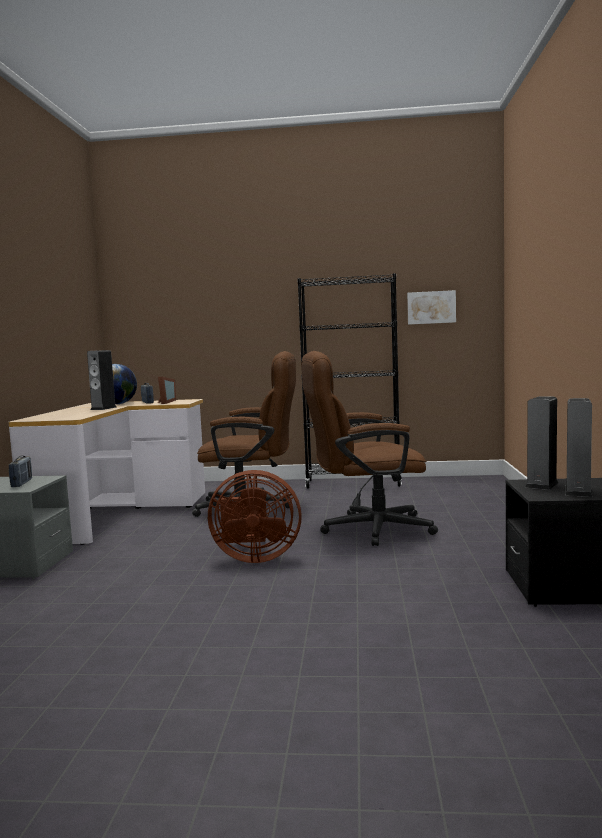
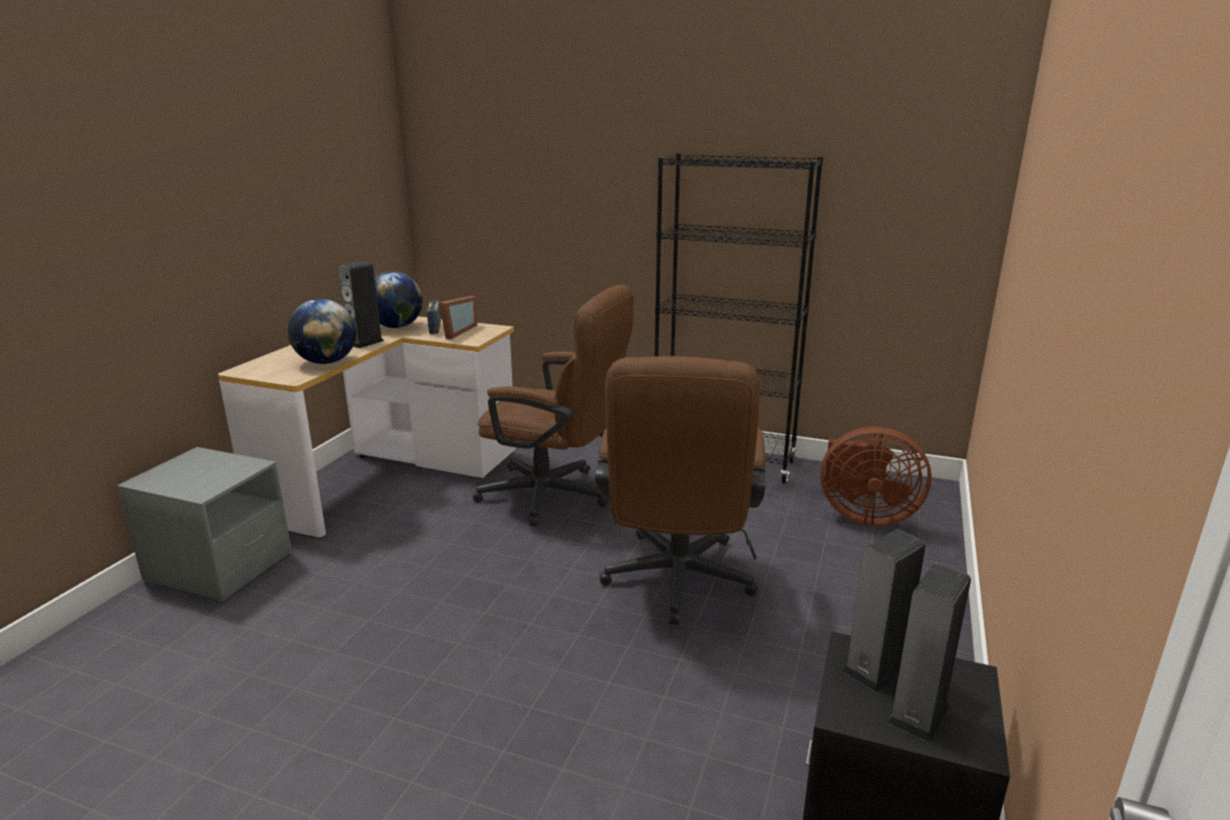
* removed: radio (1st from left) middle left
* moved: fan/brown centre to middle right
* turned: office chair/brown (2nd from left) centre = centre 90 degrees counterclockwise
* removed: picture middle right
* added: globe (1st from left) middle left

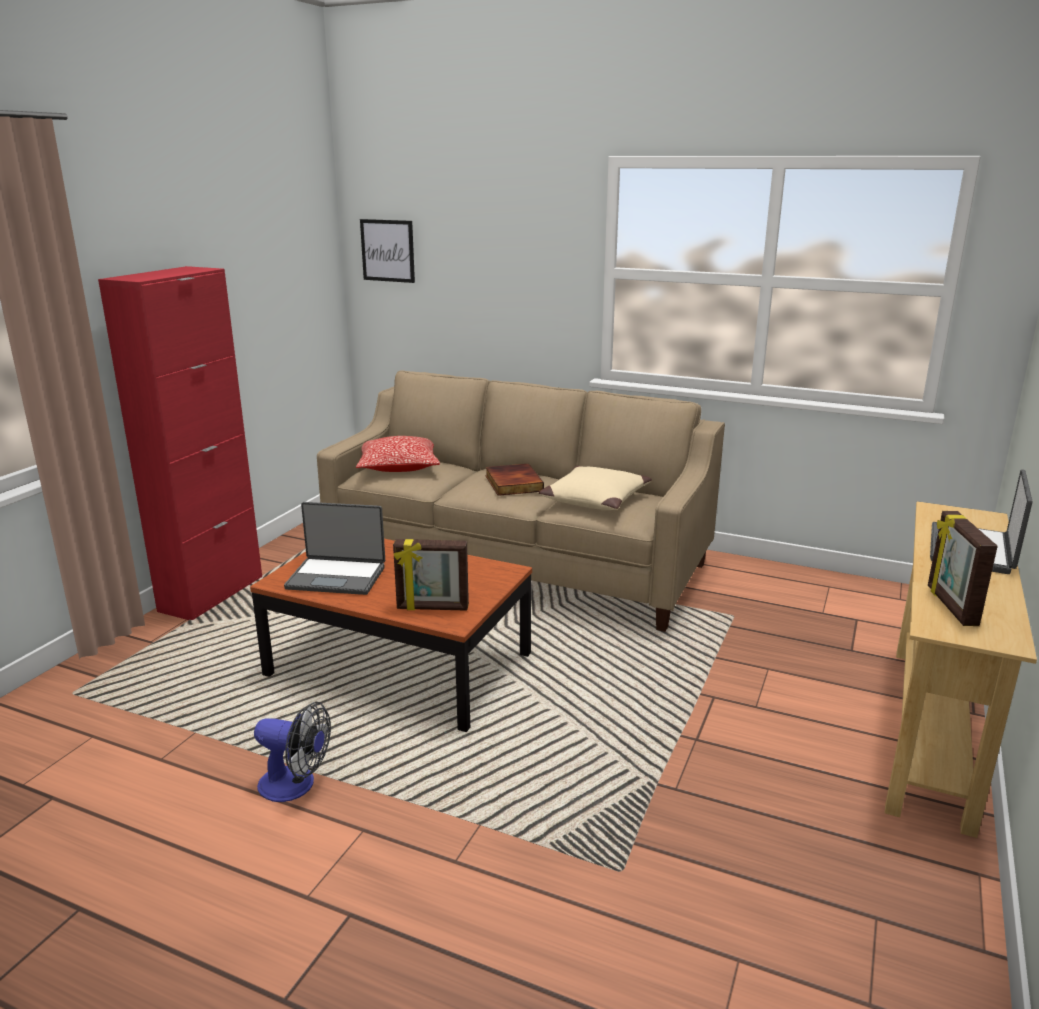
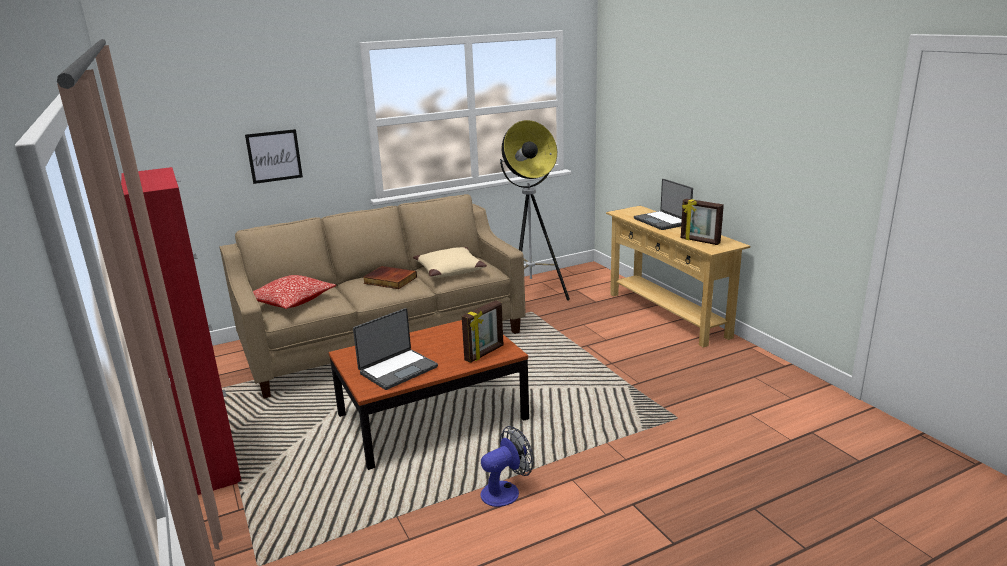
* moved: picture top centre to top left
* added: floor lamp centre

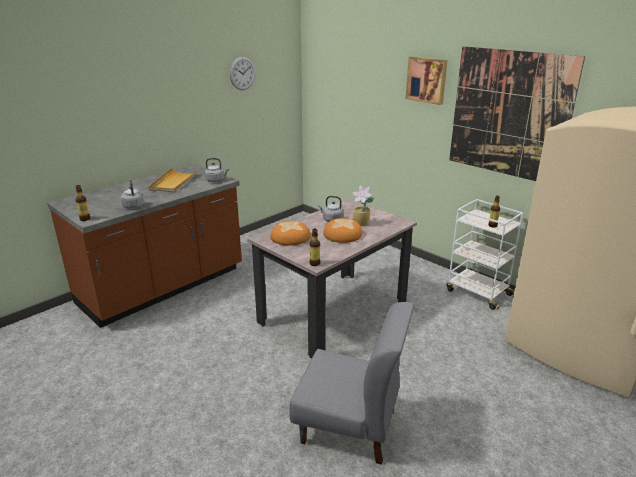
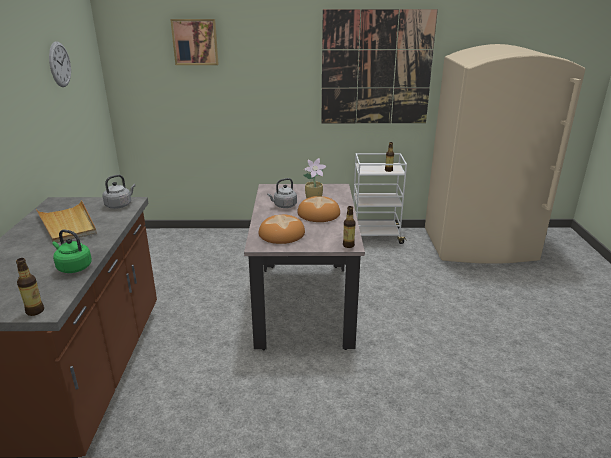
* recoloured: kettle/grey (1st from left) middle left to kettle/green middle left
* removed: chair/grey bottom centre
* moved: picture (1st from left) top right to top left

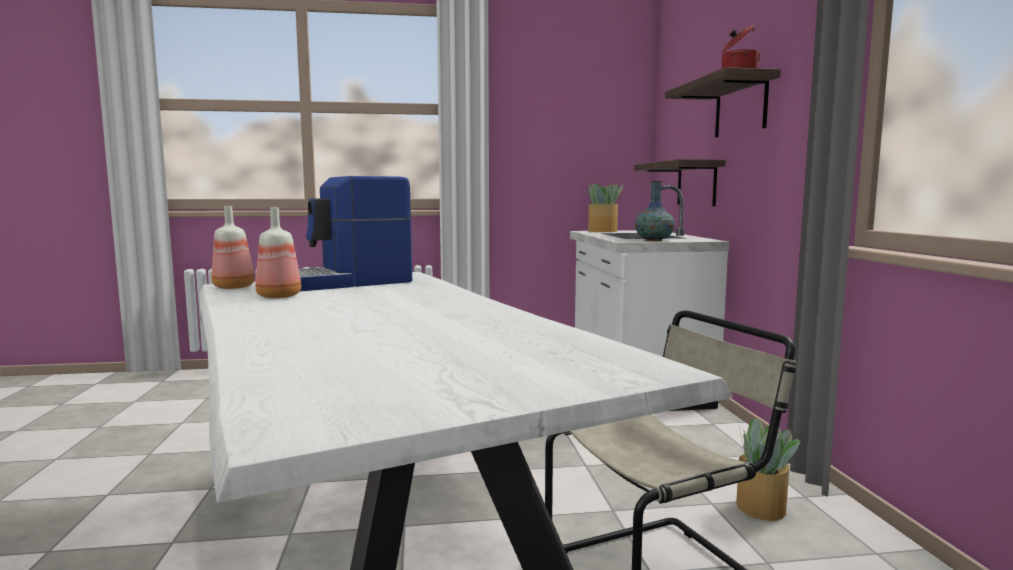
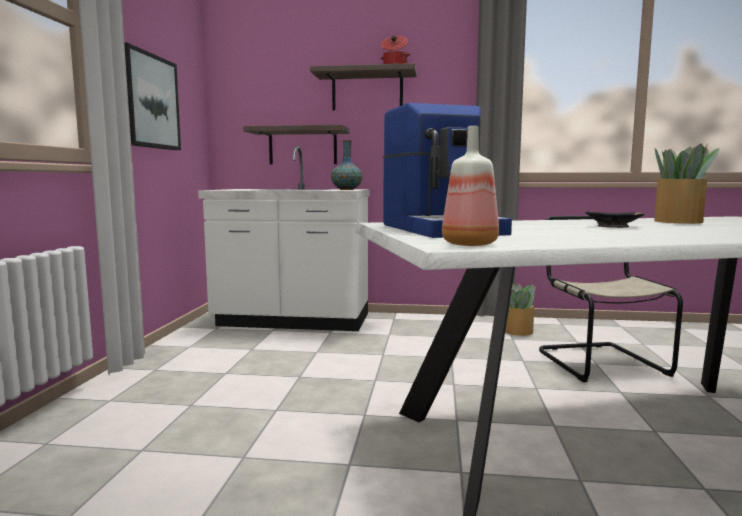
* removed: bottle (2nd from left) middle left
* moved: potted plant (1st from left in the first image) centre to potted plant (2nd from left) middle right
* added: picture top left
* added: bowl/black middle right

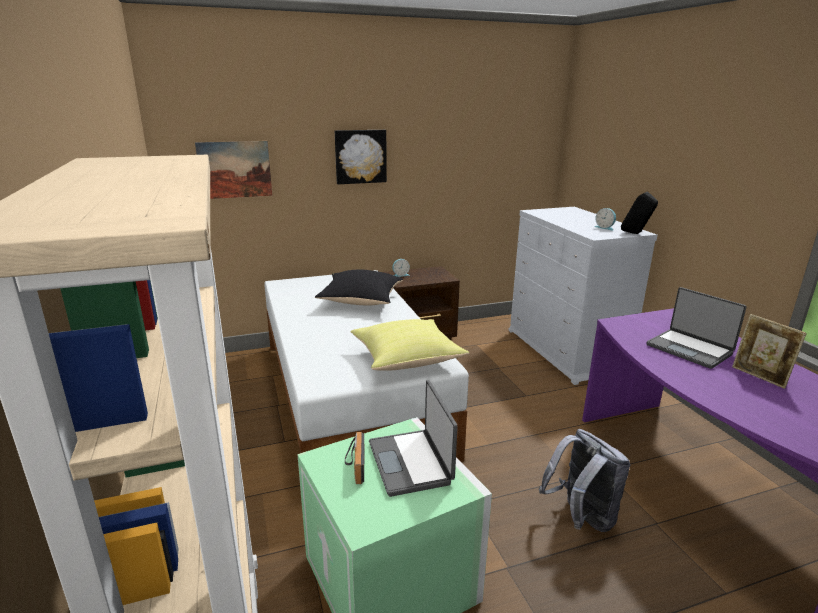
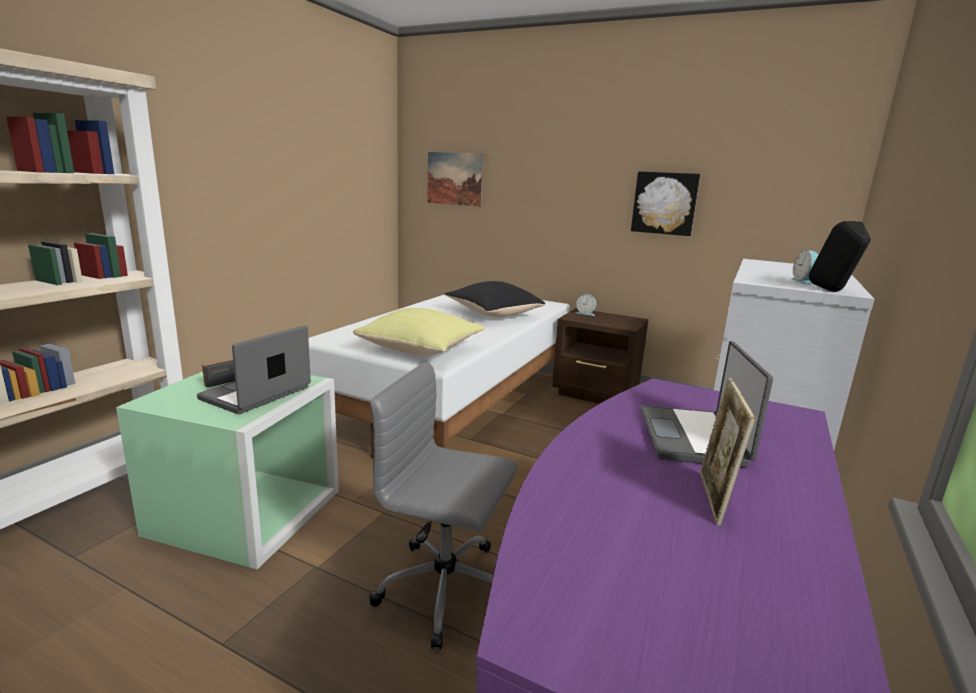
* moved: picture (2nd from left) top centre to top right
* replaced: backpack/grey bottom right to office chair/grey bottom centre

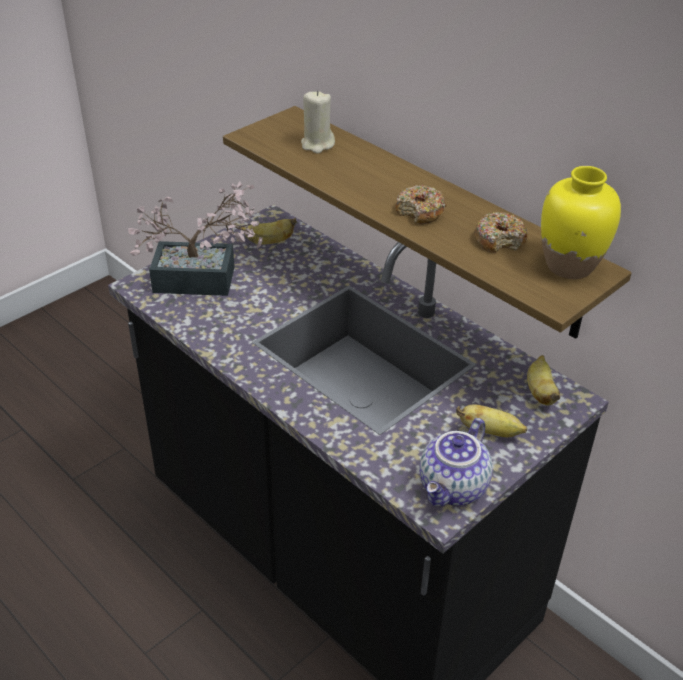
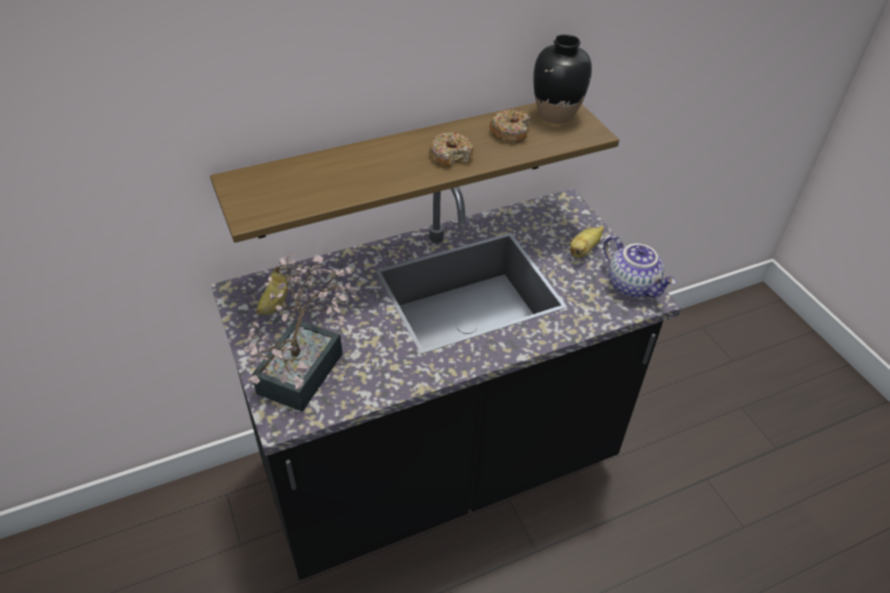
* removed: candle/beige top centre
* removed: banana (3rd from left) middle right
* recoloured: vase/yellow top right to vase/black top centre

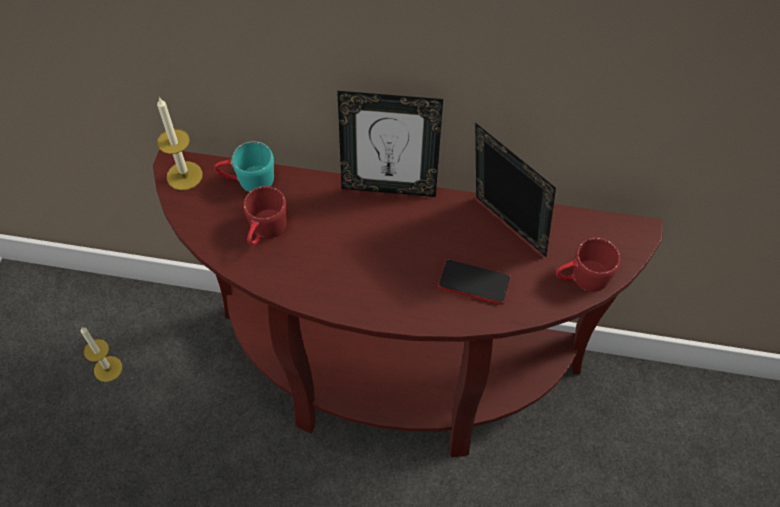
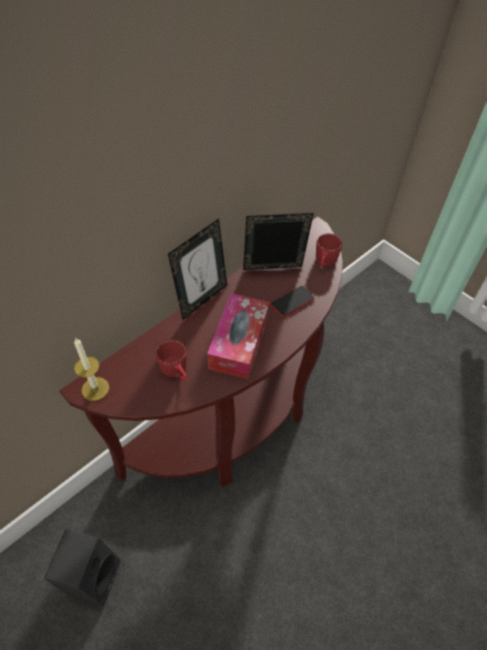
* replaced: candle (1st from left) bottom left to speaker/black bottom left
* removed: mug/turquoise top left
* added: tissue box centre

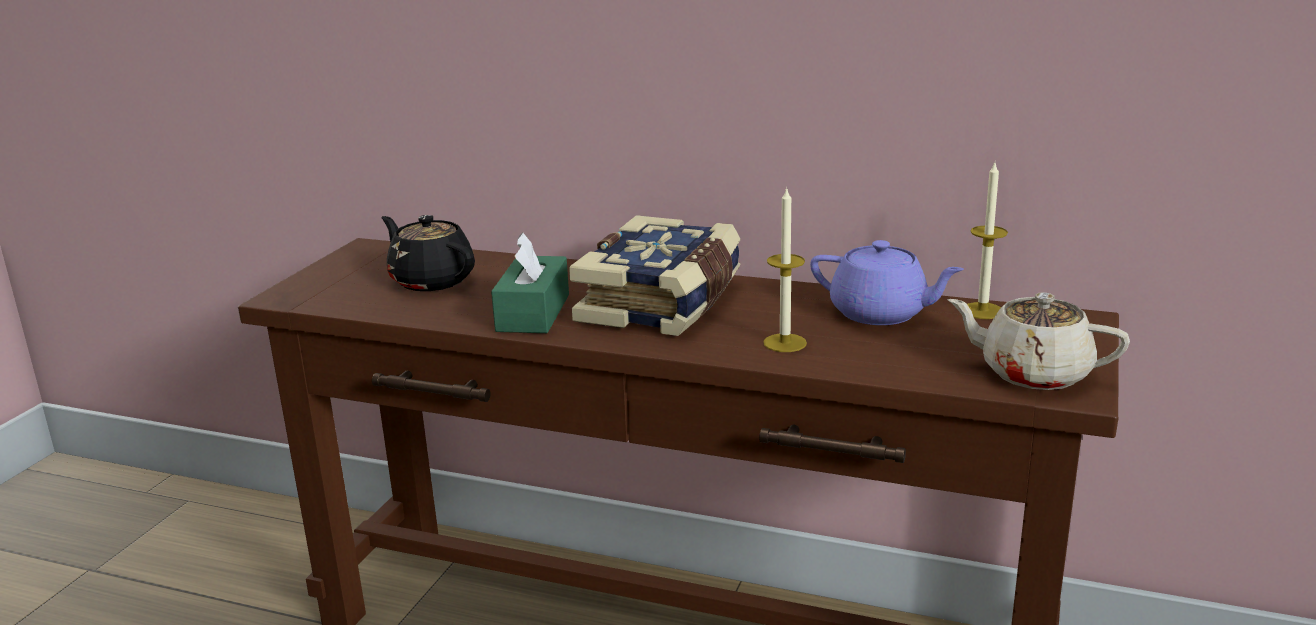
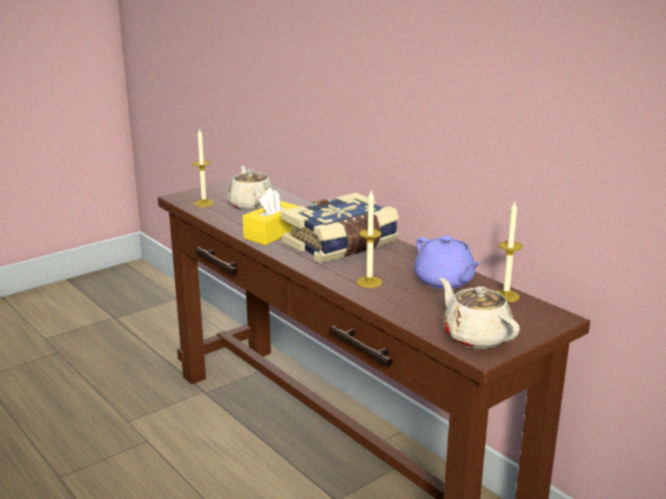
* recoloured: teapot/black middle left to teapot/beige (1st from left) centre
* recoloured: tissue box/green centre to tissue box/yellow centre
* added: candle (1st from left) middle left

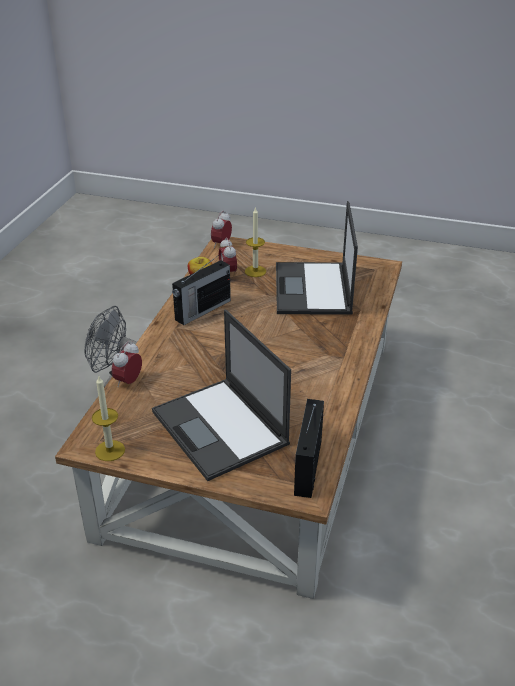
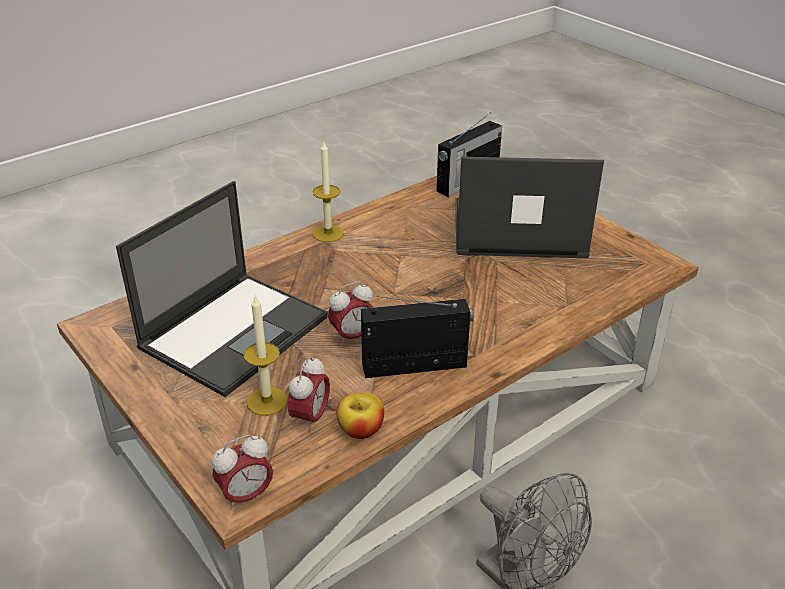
* moved: candle (1st from left in the first image) middle left to candle (2nd from left) top centre
* moved: alarm clock (1st from left in the first image) middle left to alarm clock (3rd from left) centre
* turned: laptop (1st from left in the first image) centre = middle right 90 degrees counterclockwise

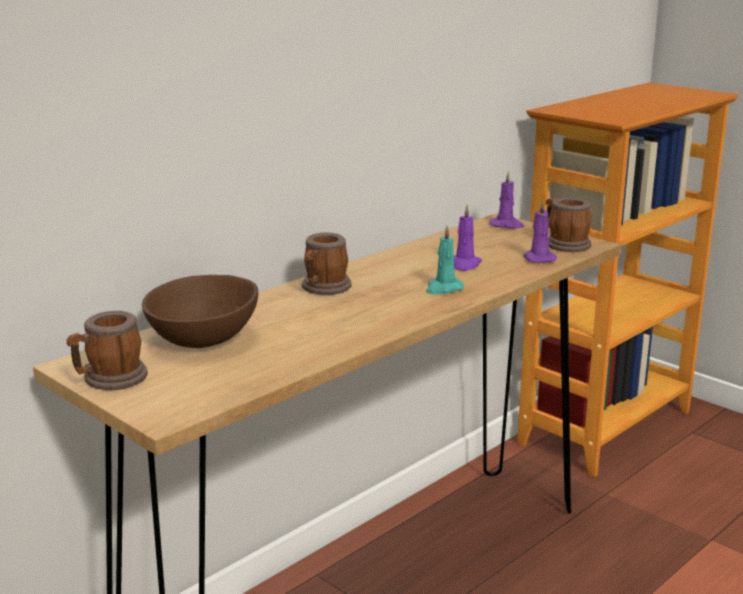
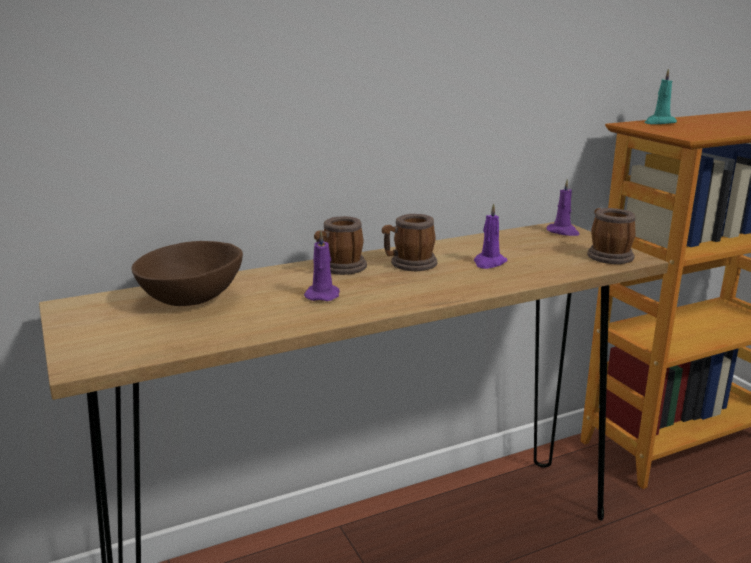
* moved: mug (1st from left in the first image) middle left to mug (2nd from left) centre
* moved: candle/turquoise centre to top right
* moved: candle/purple (3rd from left in the first image) middle right to candle/purple (1st from left) centre

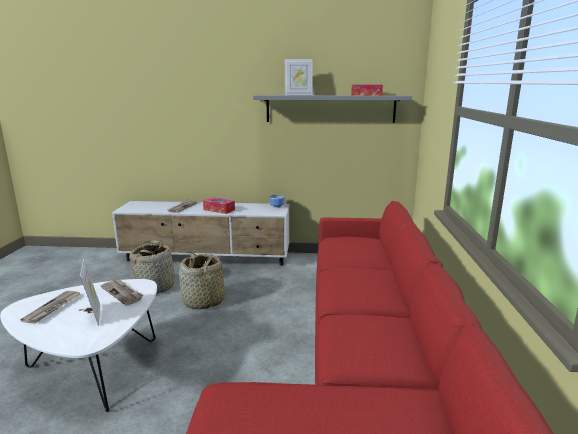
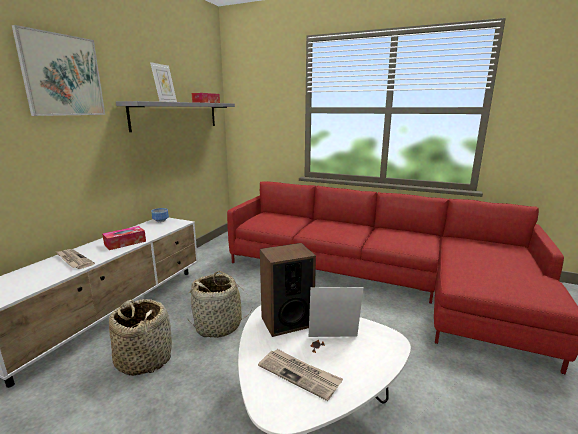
* replaced: newspaper (2nd from left) bottom left to speaker bottom centre
* added: picture top left

